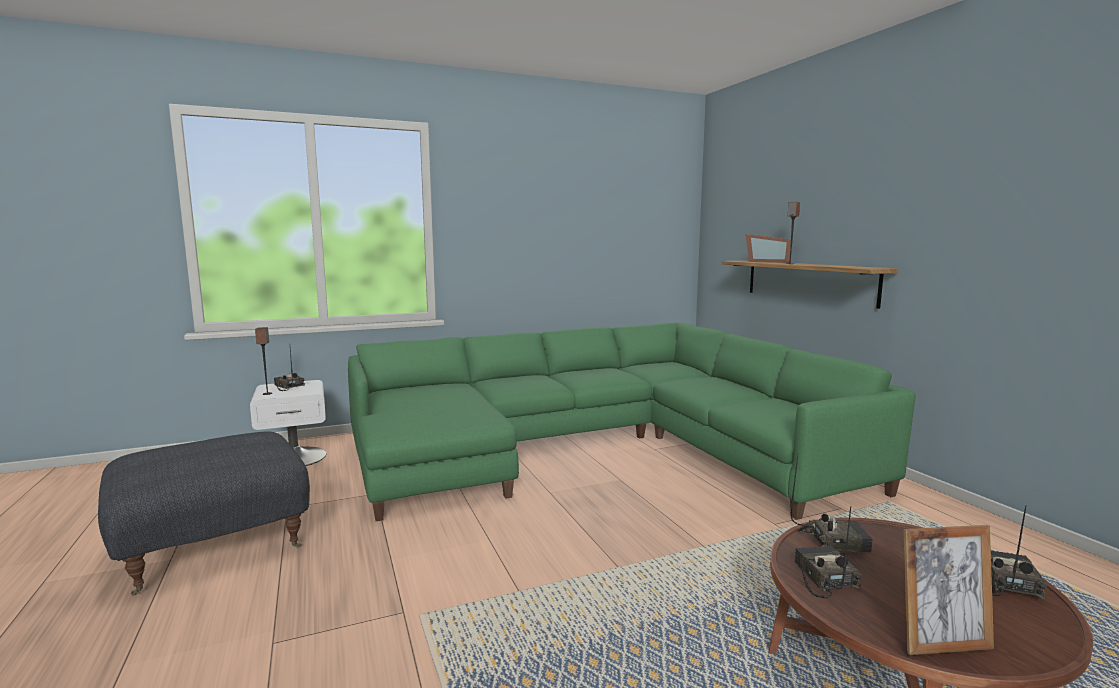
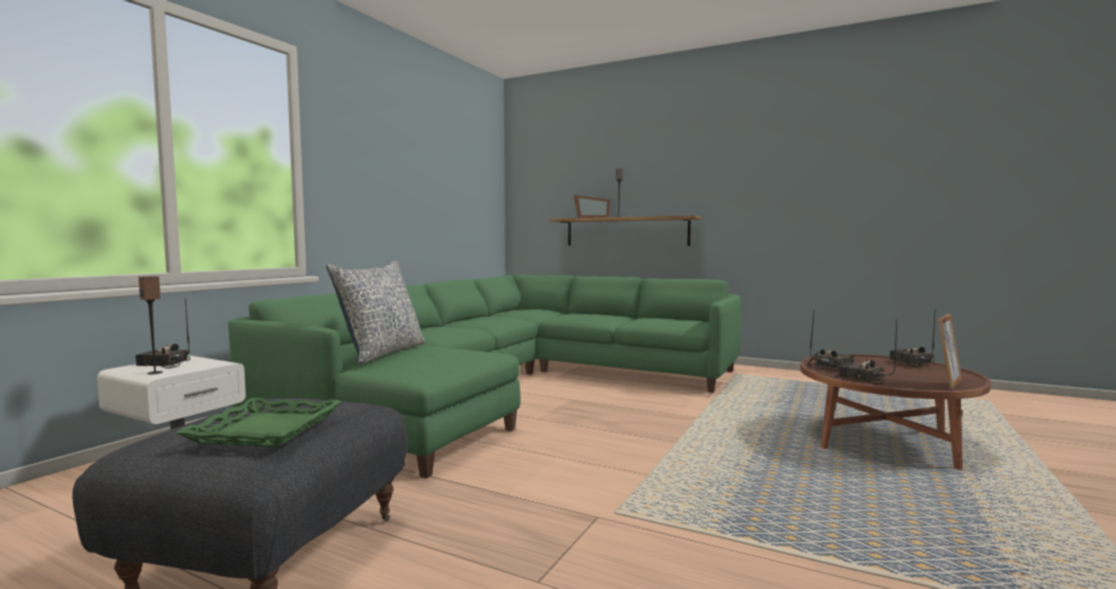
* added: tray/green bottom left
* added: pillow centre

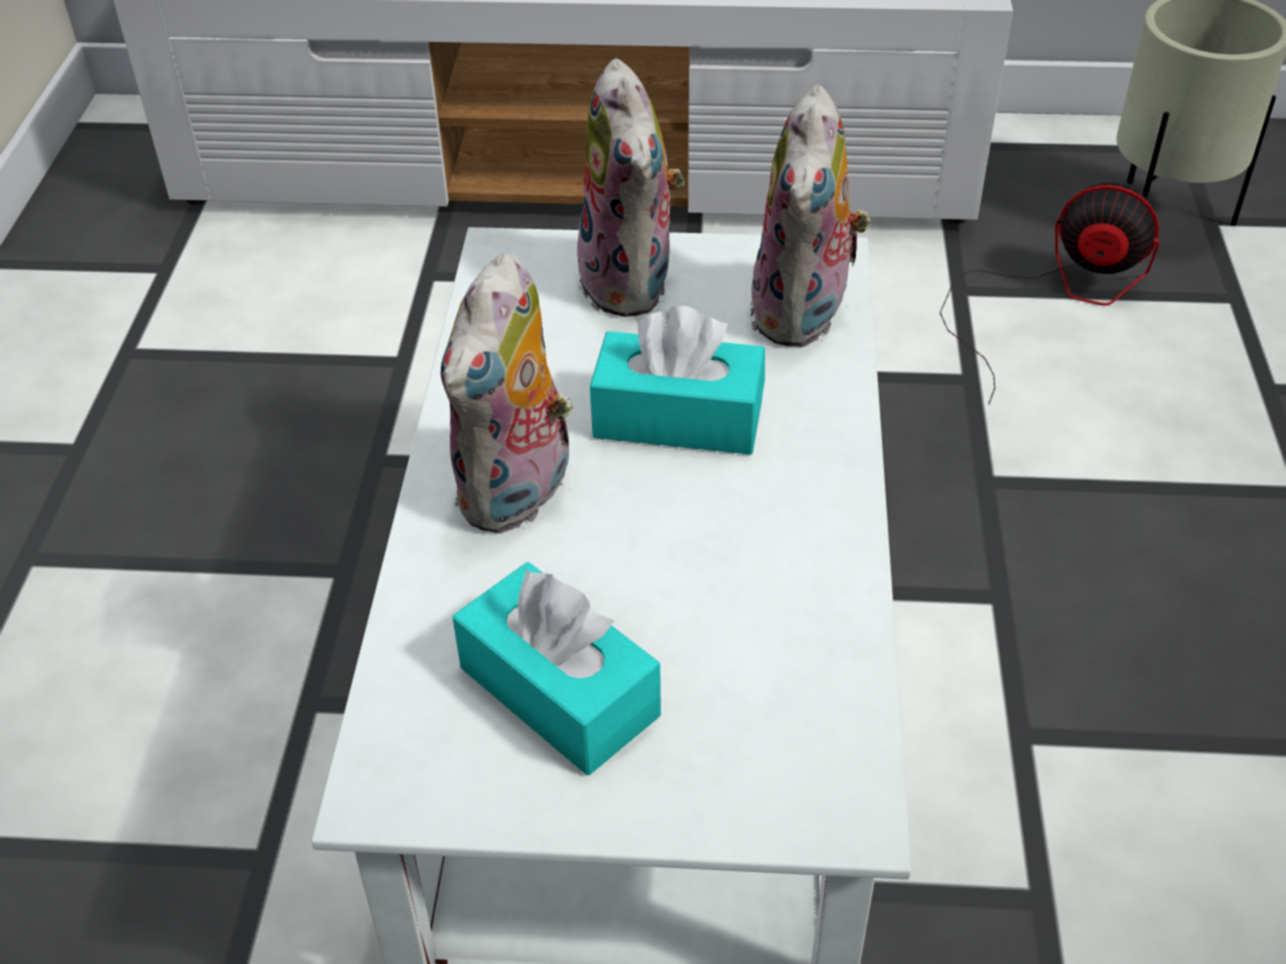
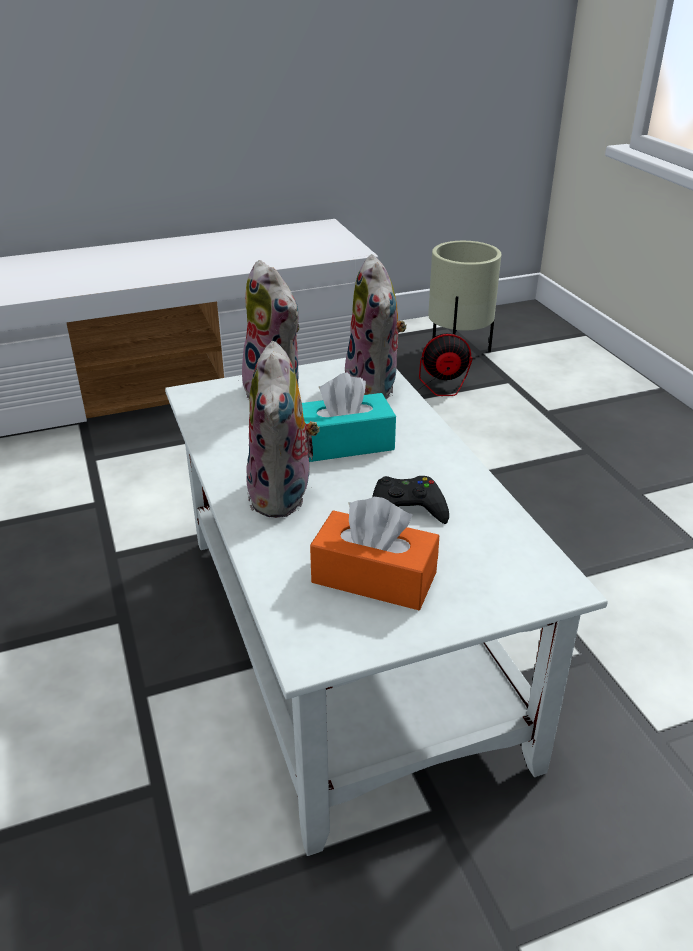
* recoloured: tissue box/turquoise (1st from left) bottom centre to tissue box/orange centre
* added: game controller/black centre

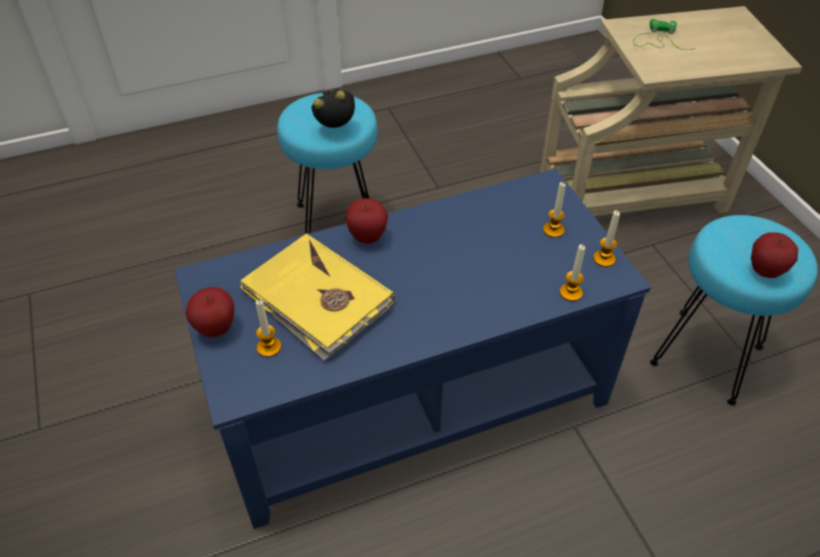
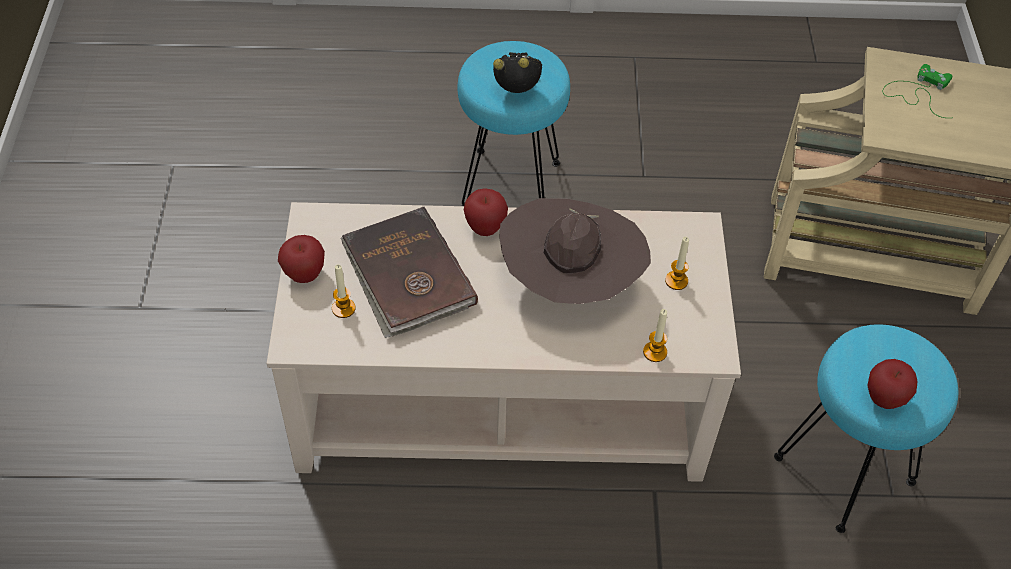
* recoloured: coffee table/blue centre to coffee table/beige centre
* recoloured: book/yellow centre to book/brown centre
* removed: candle (4th from left) middle right
* added: hat/brown centre

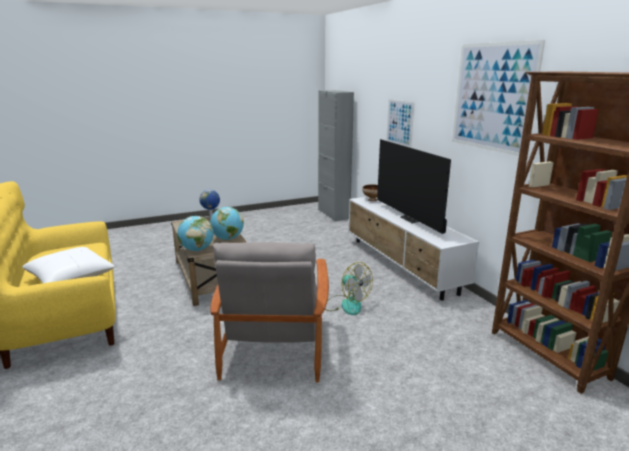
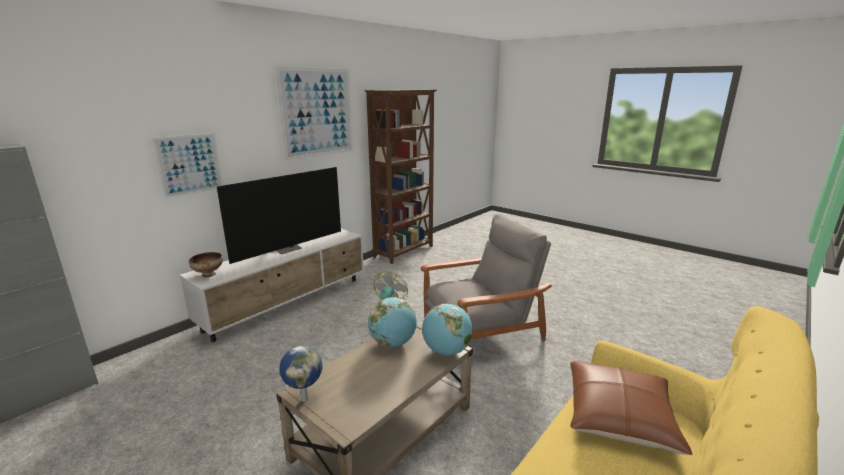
* recoloured: pillow/white middle left to pillow/brown bottom right

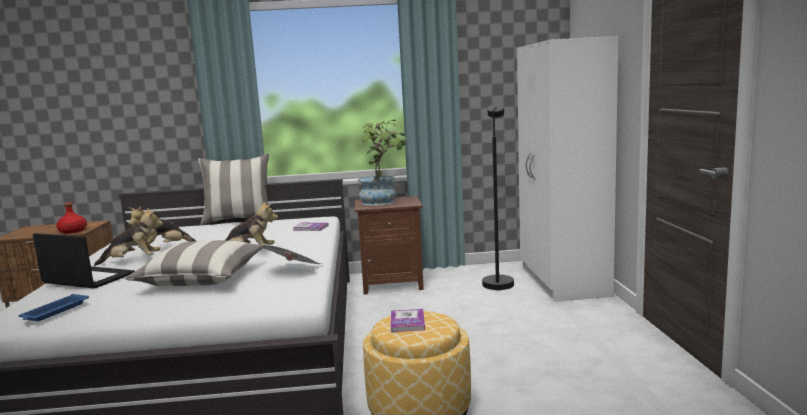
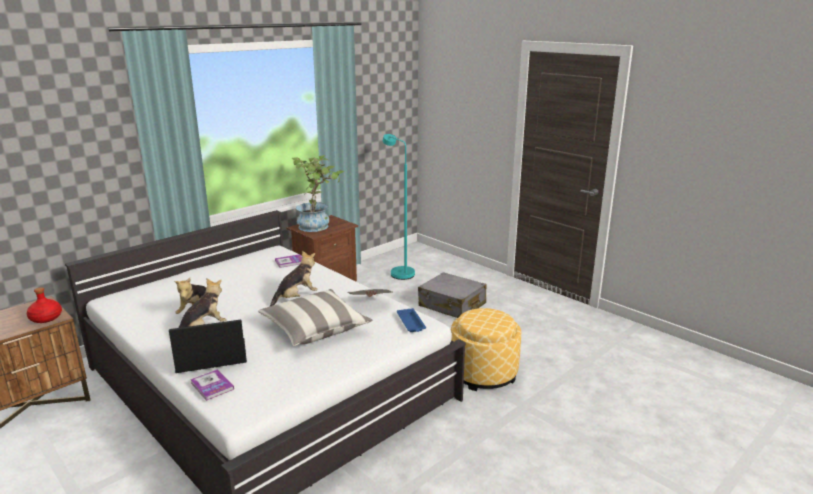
* moved: tray/blue bottom left to centre
* removed: pillow (2nd from left) middle left
* moved: book (2nd from left in the first image) bottom centre to book (1st from left) bottom left
* recoloured: floor lamp/black centre to floor lamp/turquoise centre
* removed: wardrobe/white middle right
* added: suitcase/grey centre

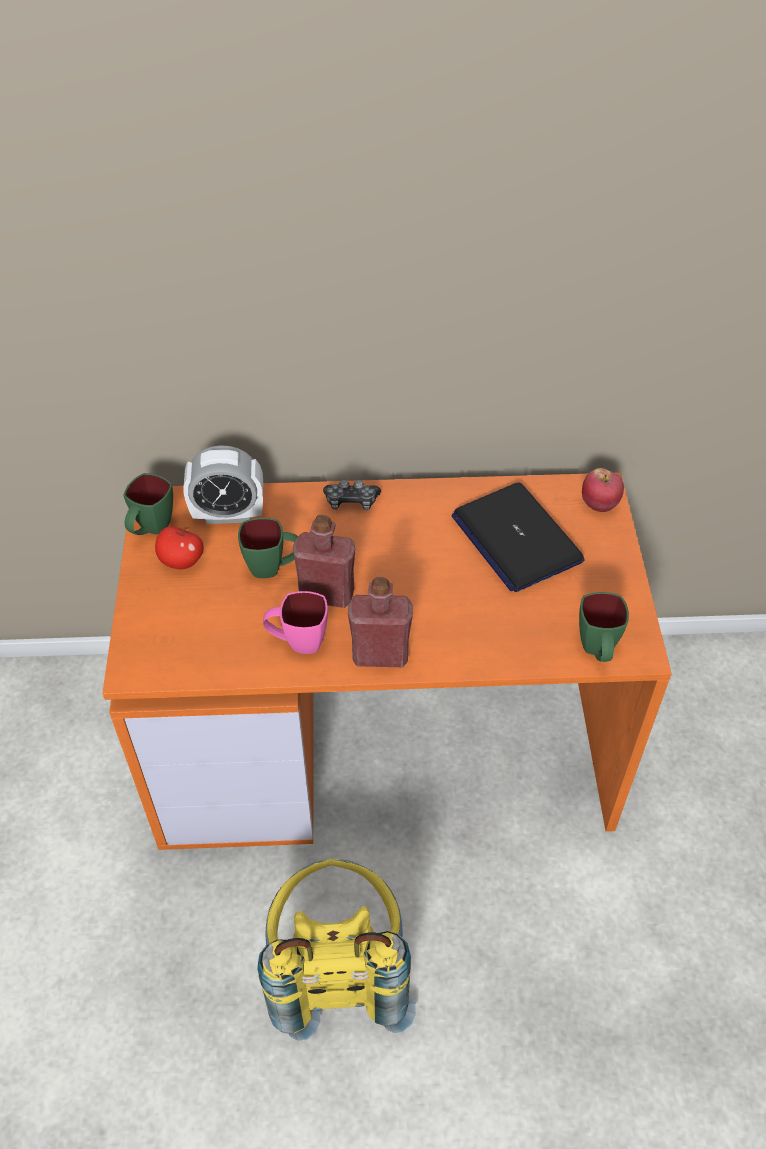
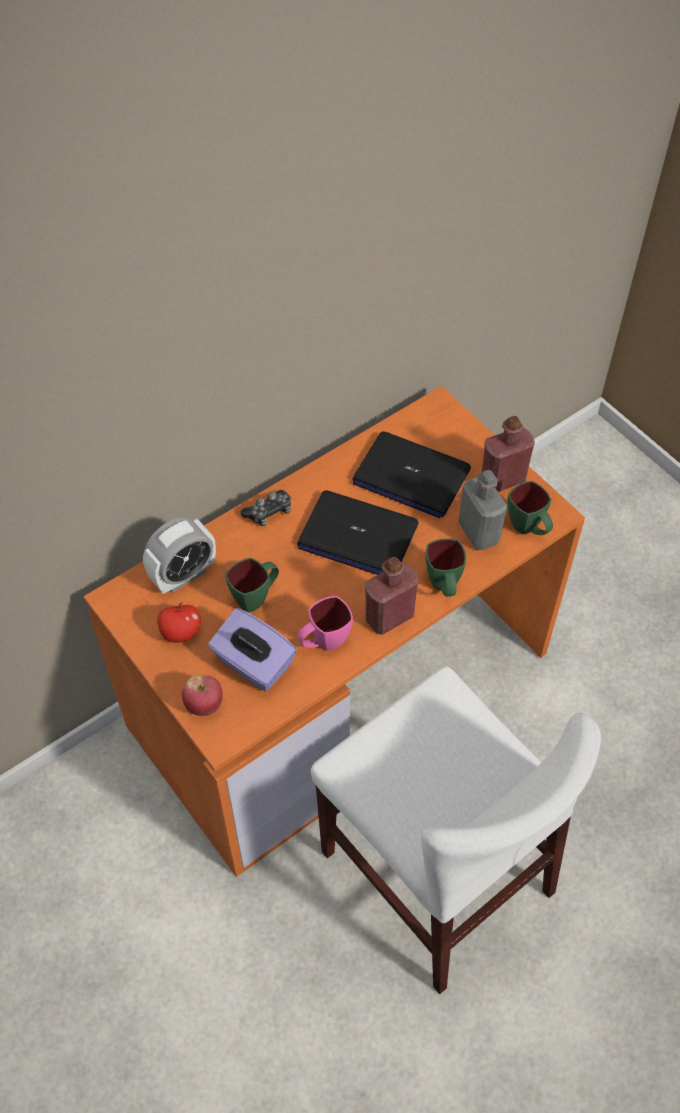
* moved: mug/green (1st from left in the first image) middle left to mug/green (2nd from left) centre
* replaced: backpack/yellow bottom centre to chair/white bottom right
* moved: bottle/red (1st from left in the first image) centre to bottle/red (2nd from left) middle right
* moved: apple (2nd from left) middle right to middle left
* added: tissue box/purple centre
* added: laptop (1st from left) centre
* added: bottle/grey middle right

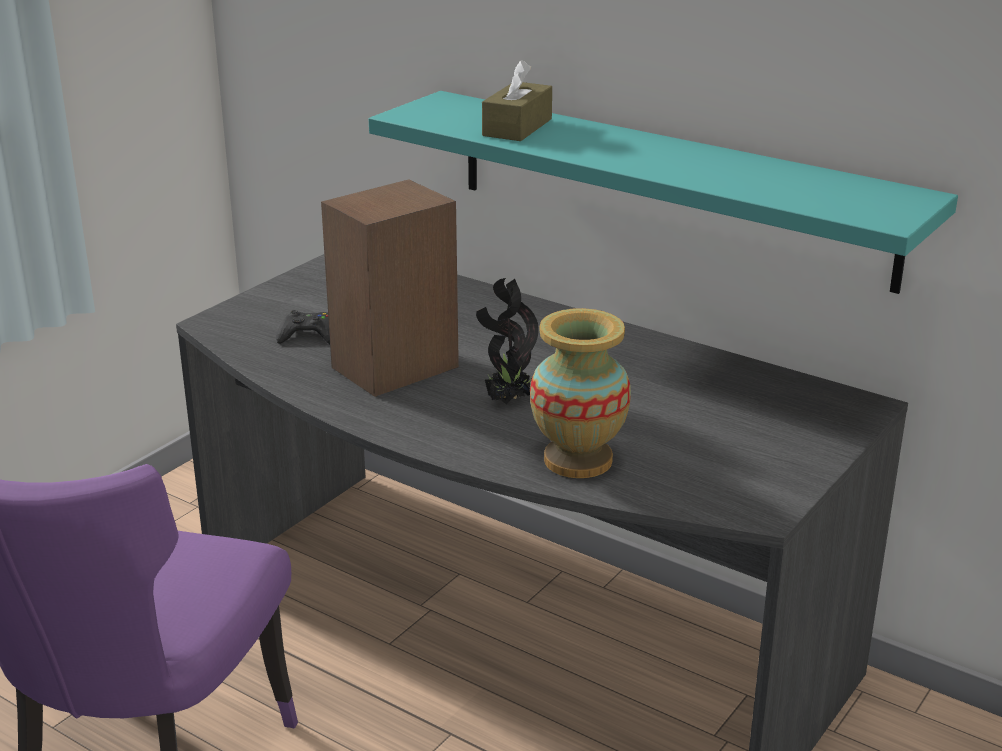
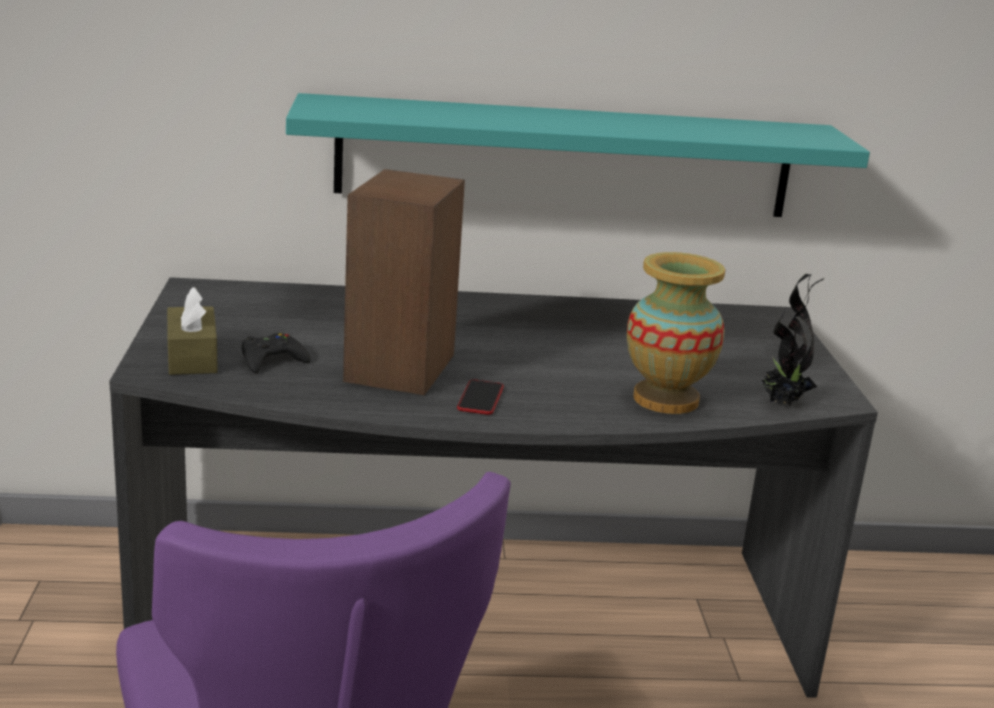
* moved: potted plant centre to middle right
* moved: tissue box/brown top centre to middle left
* added: phone centre

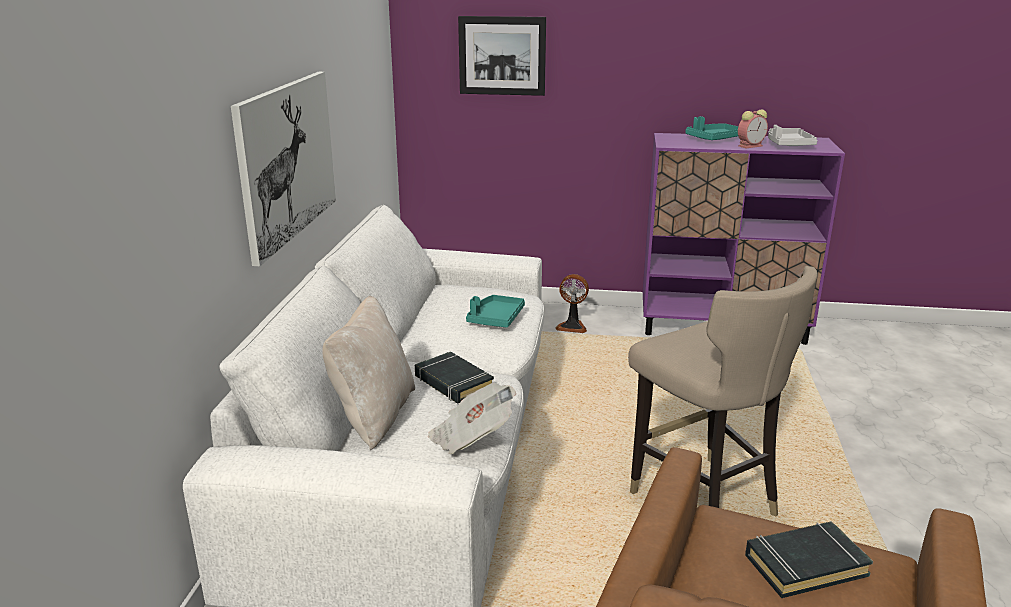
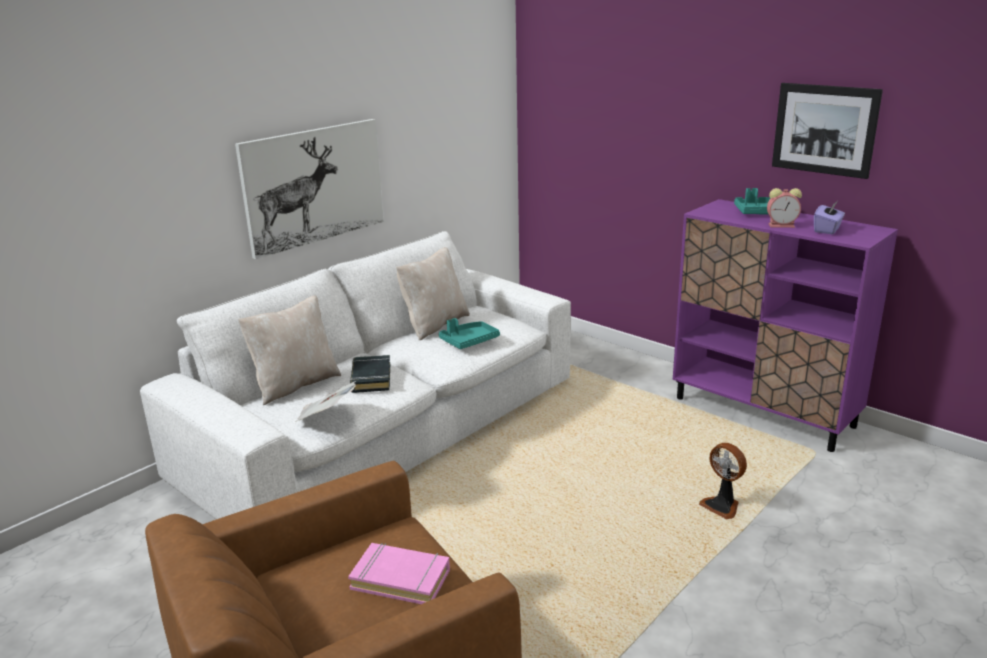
* moved: picture (2nd from left) top centre to top right
* moved: fan centre to bottom right
* removed: stool/beige middle right
* recoloured: book/black (2nd from left) bottom right to book/pink bottom centre
* replaced: tray/grey top right to tissue box/purple top right
* added: pillow/beige (2nd from left) centre

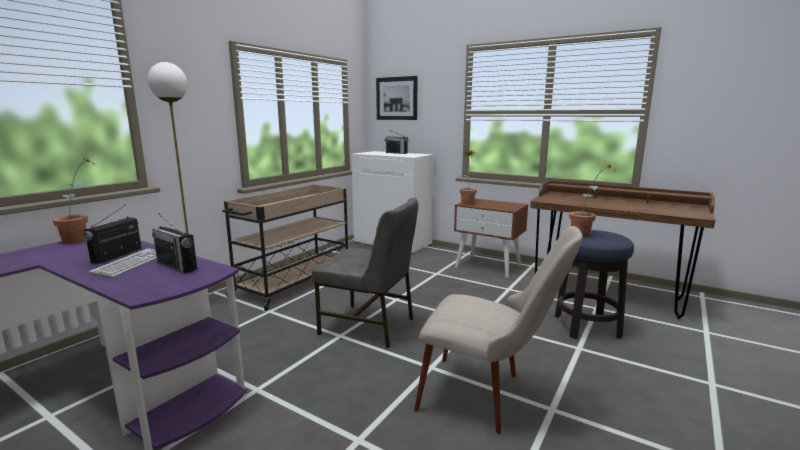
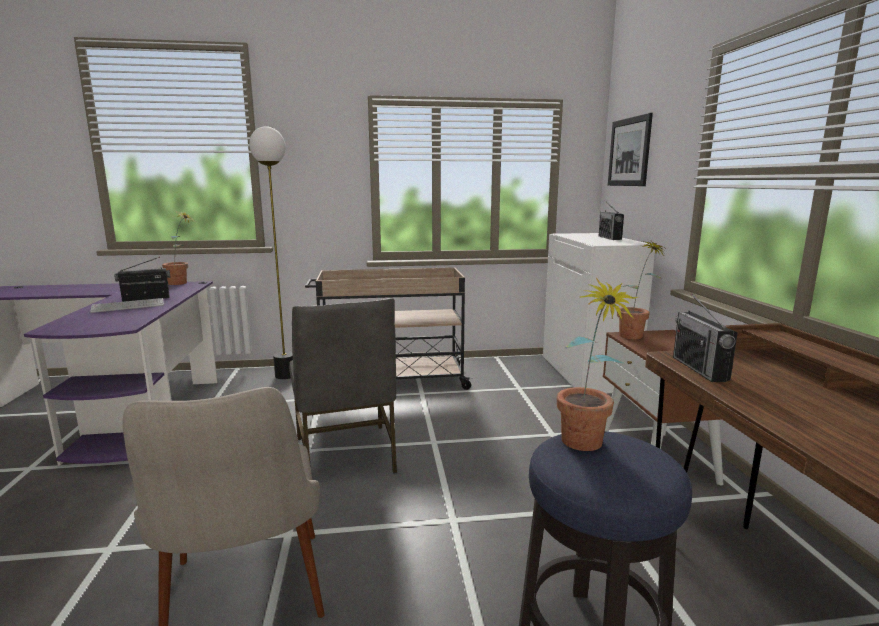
* moved: radio (2nd from left in the first image) middle left to radio (3rd from left) middle right

